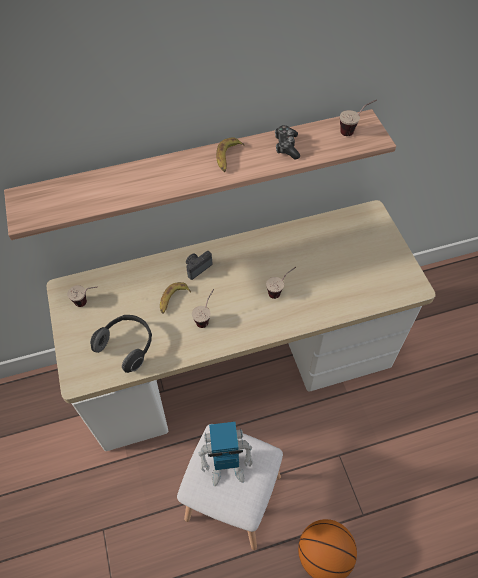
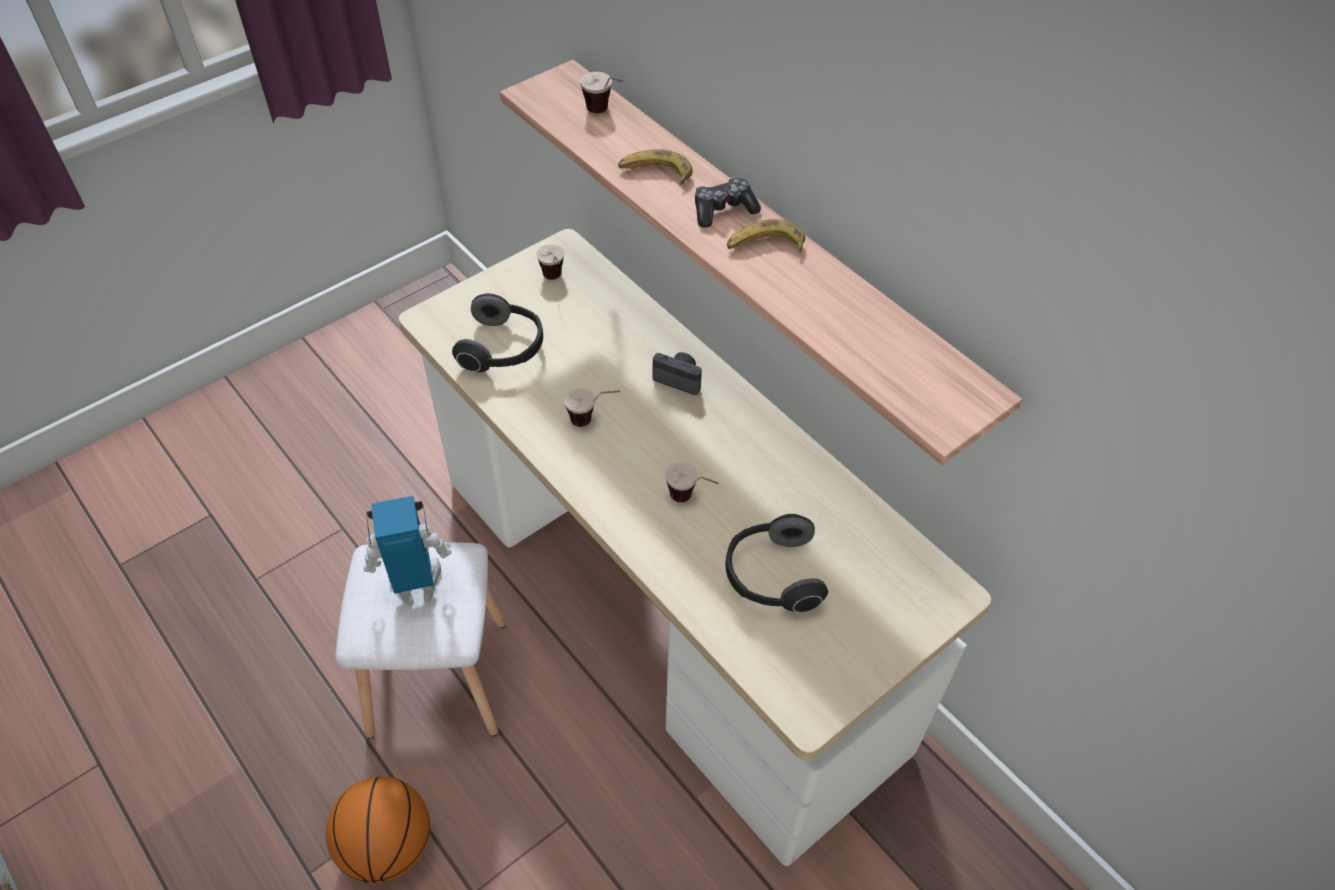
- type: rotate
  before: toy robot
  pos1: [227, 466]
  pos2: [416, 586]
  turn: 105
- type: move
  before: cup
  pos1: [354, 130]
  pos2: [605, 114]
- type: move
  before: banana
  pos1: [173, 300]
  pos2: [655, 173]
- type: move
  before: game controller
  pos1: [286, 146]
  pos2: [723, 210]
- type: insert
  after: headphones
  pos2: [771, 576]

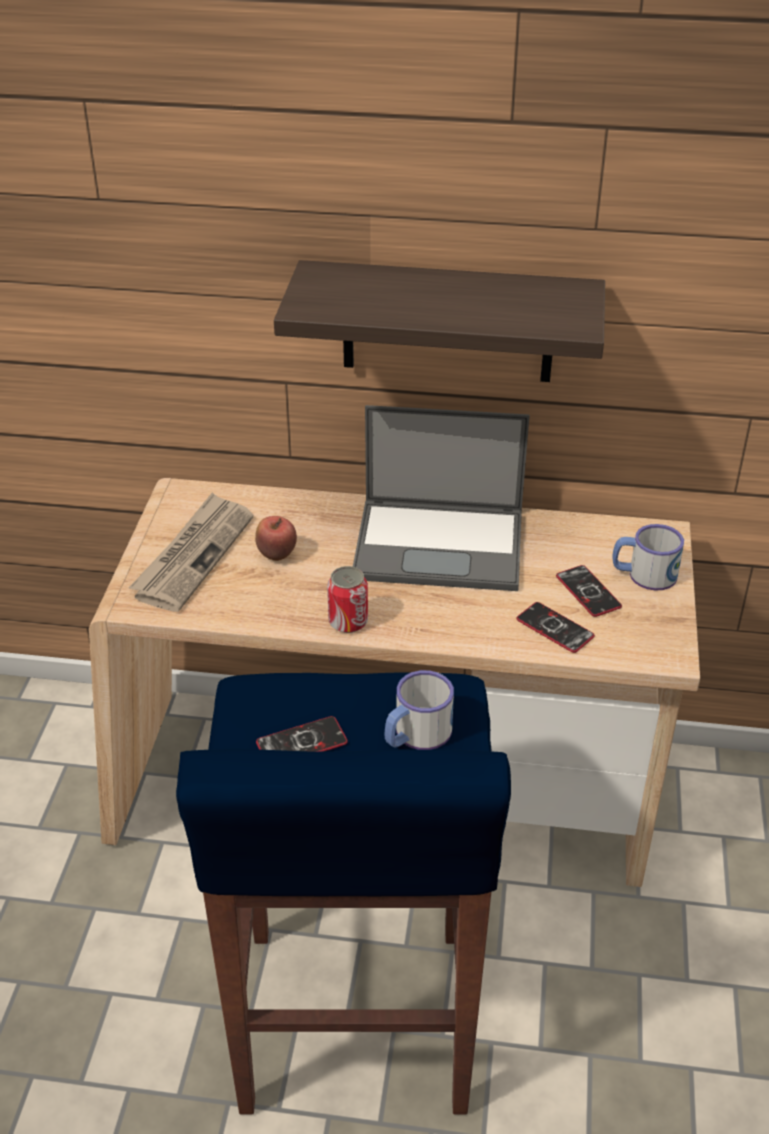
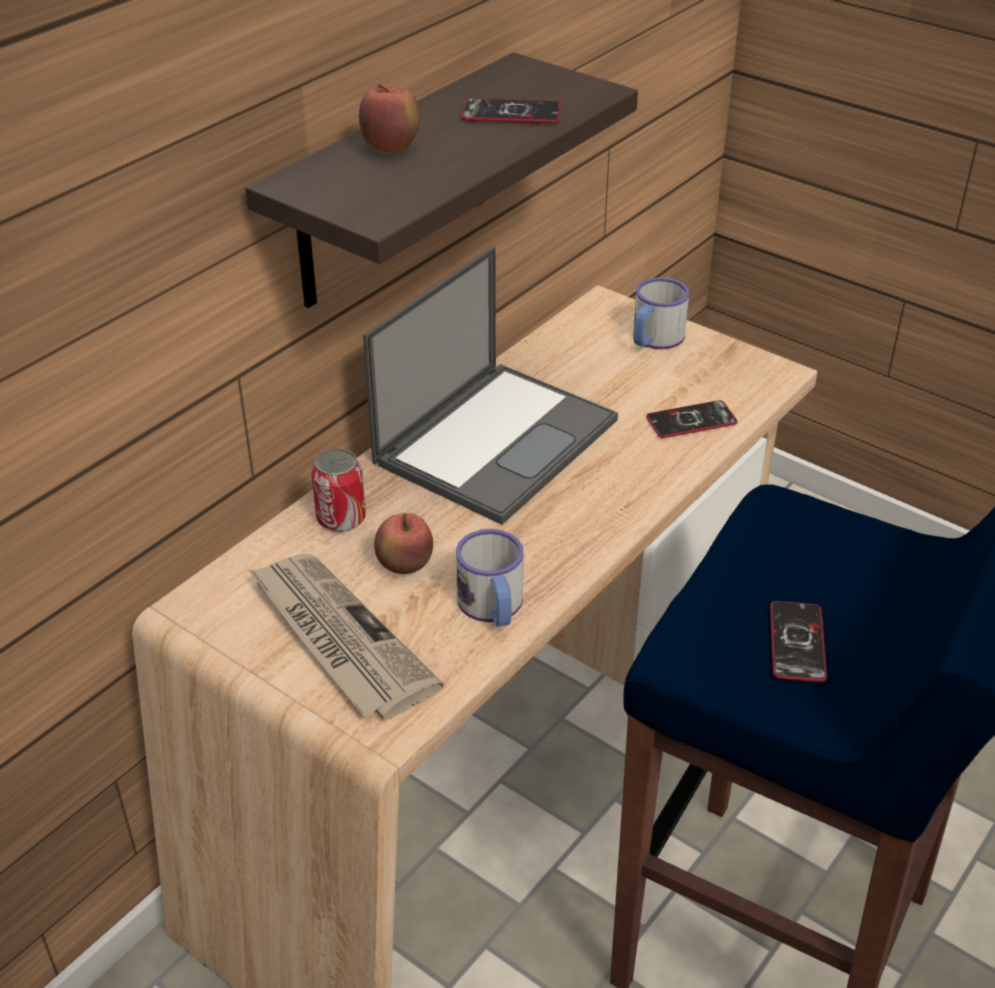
- type: move
  before: can
  pos1: [348, 622]
  pos2: [341, 518]
- type: insert
  after: apple
  pos2: [391, 150]
- type: move
  before: mug
  pos1: [416, 735]
  pos2: [493, 607]
- type: move
  before: phone
  pos1: [588, 592]
  pos2: [511, 113]

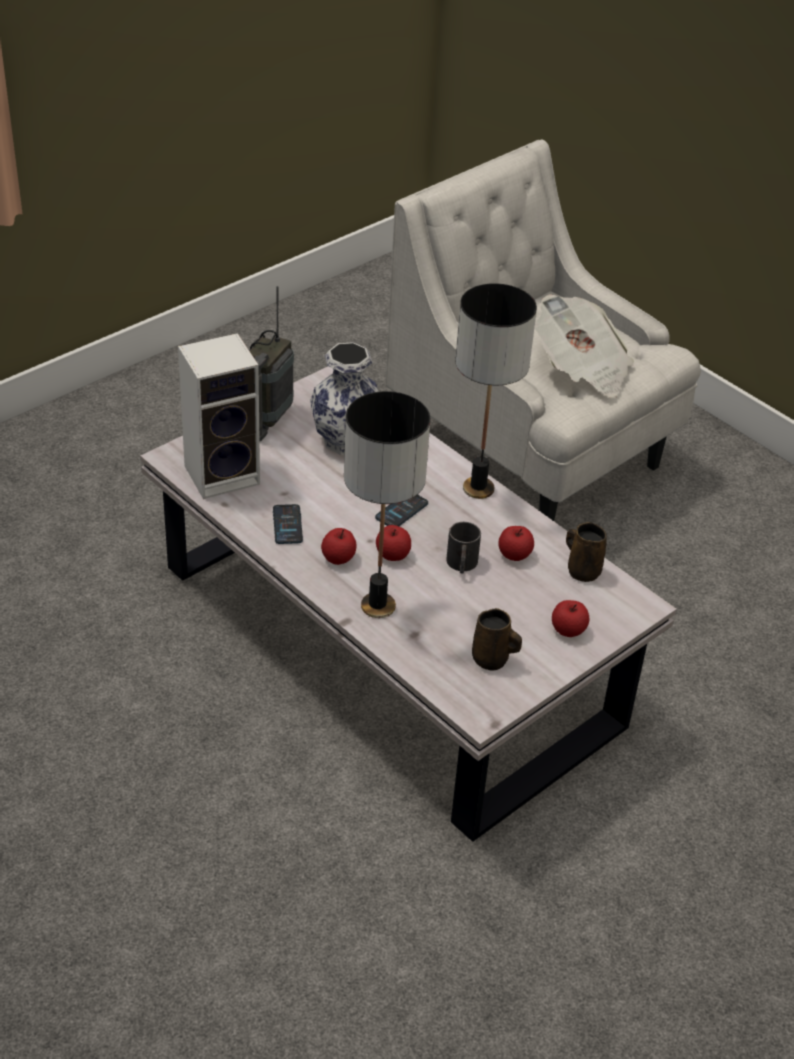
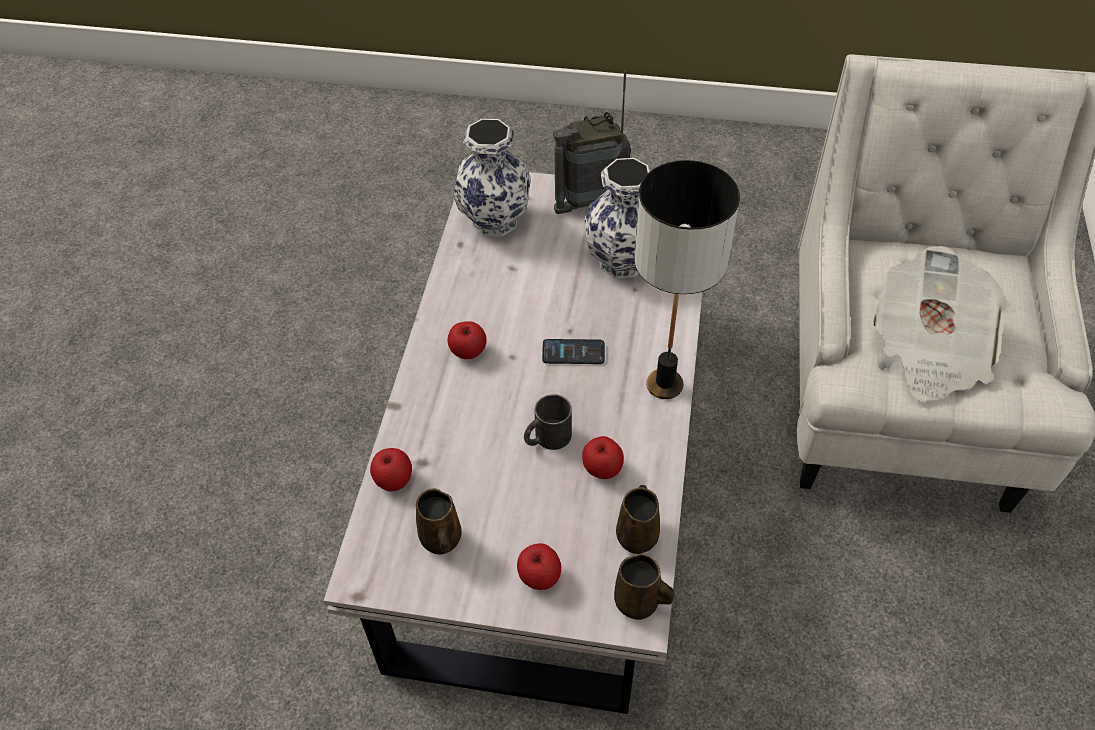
- type: move
  before: apple
  pos1: [392, 555]
  pos2: [393, 480]
- type: replace
  before: speaker
  after: vase
  pos1: [224, 473]
  pos2: [496, 220]
- type: insert
  after: brown mug
  pos2: [639, 603]
- type: delete
  before: phone
  pos1: [287, 525]
- type: delete
  before: table lamp
  pos1: [377, 605]

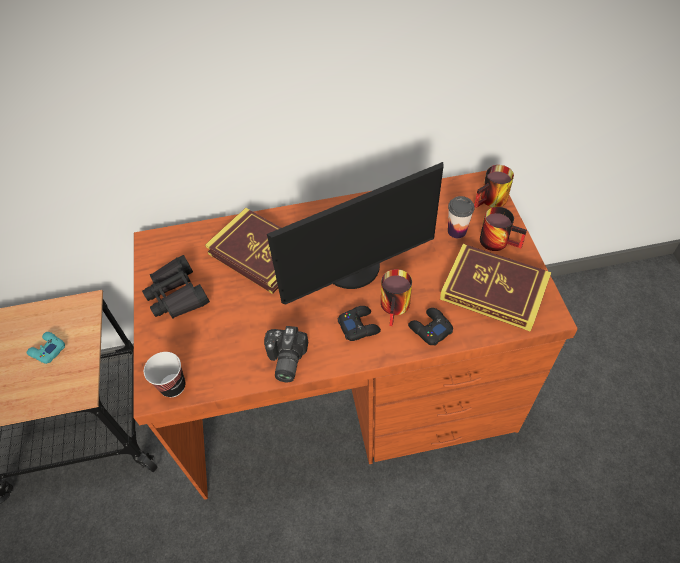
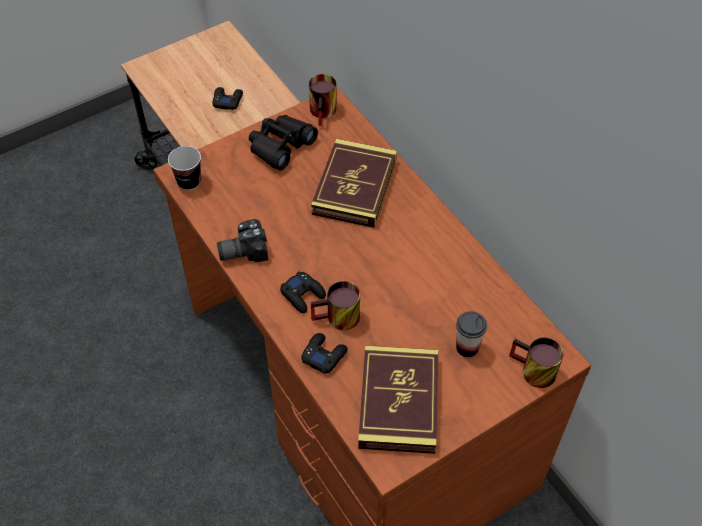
- type: recolor
  before: turquoise game controller
  after: black game controller
  pos1: [47, 350]
  pos2: [227, 101]
- type: move
  before: mug
  pos1: [499, 240]
  pos2: [325, 112]
- type: delete
  before: monitor
  pos1: [355, 270]

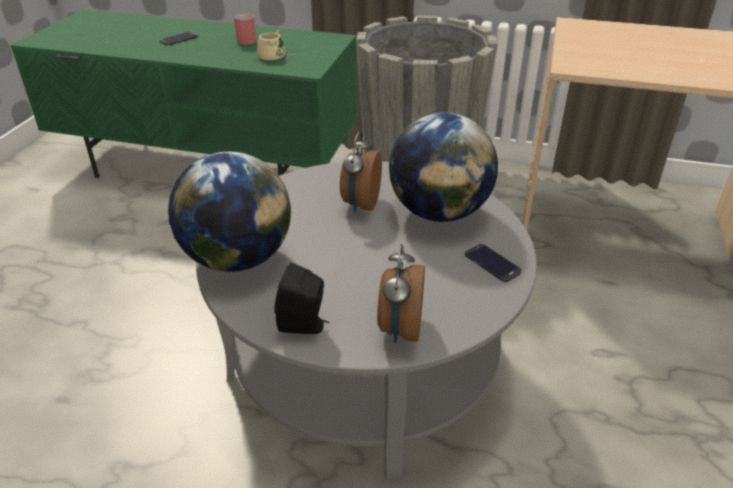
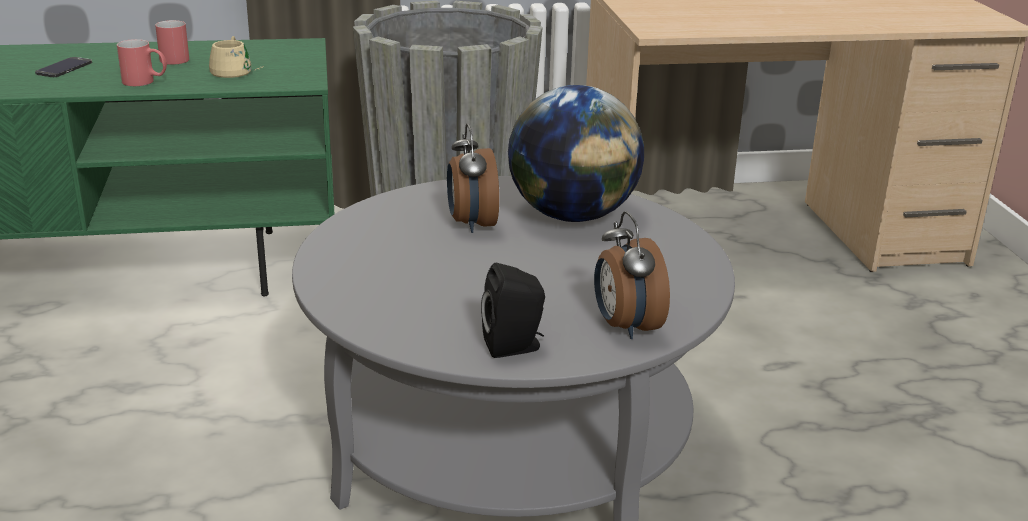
- type: insert
  after: red mug
  pos2: [145, 82]
- type: delete
  before: globe
  pos1: [237, 258]
- type: delete
  before: phone
  pos1: [492, 263]

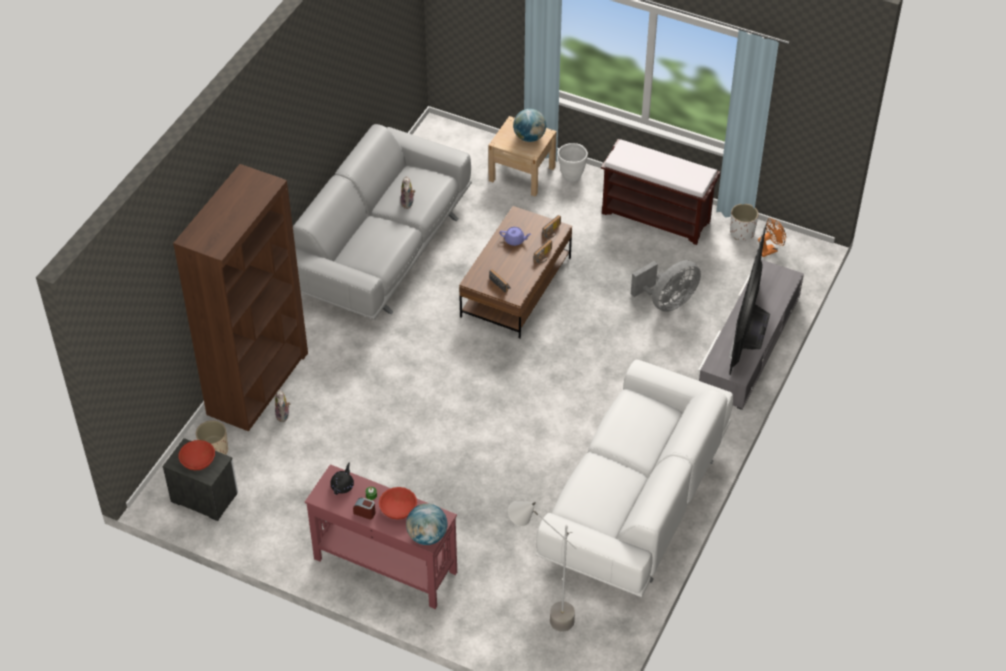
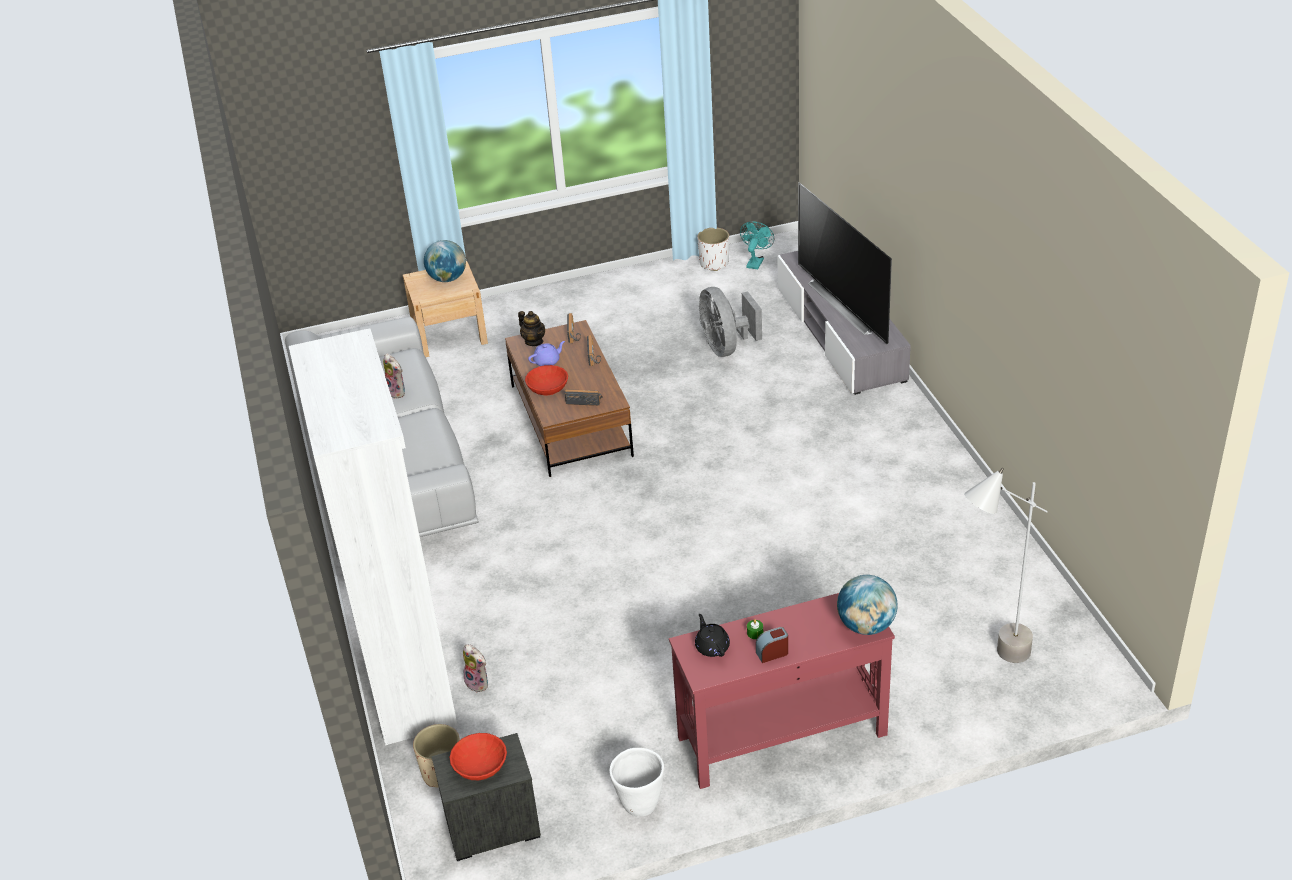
- type: recolor
  before: brown bookcase
  after: white bookcase
  pos1: [258, 383]
  pos2: [407, 673]
- type: insert
  after: teapot
  pos2: [534, 341]
- type: move
  before: red bowl
  pos1: [398, 508]
  pos2: [547, 387]
- type: move
  before: white planter
  pos1: [571, 176]
  pos2: [640, 805]
- type: rotate
  before: grey fan
  pos1: [667, 302]
  pos2: [726, 347]
  turn: 150
- type: recolor
  before: orange fan
  after: turquoise fan
  pos1: [769, 250]
  pos2: [755, 261]
- type: delete
  before: white sofa
  pos1: [634, 502]
- type: delete
  before: brown bench
  pos1: [657, 217]

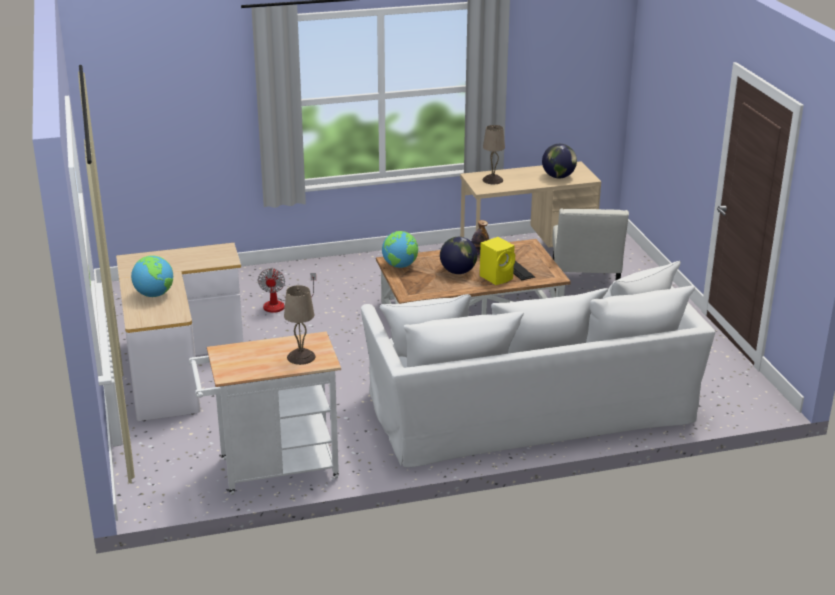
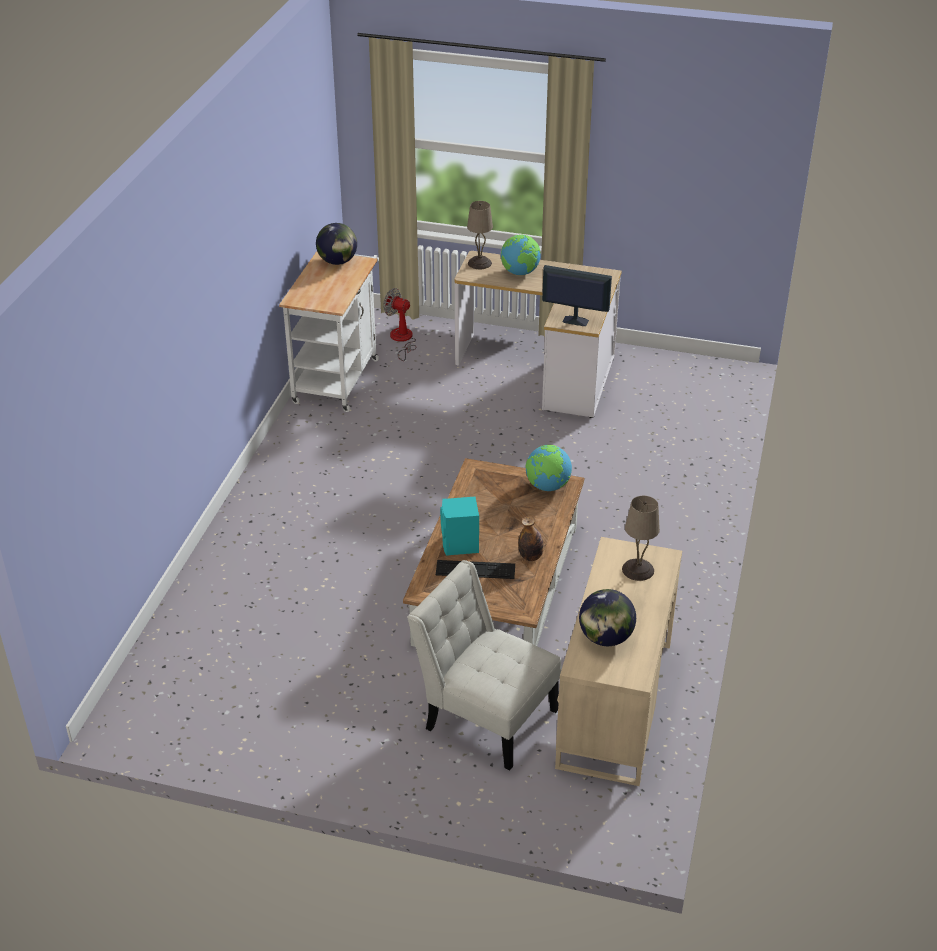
- type: move
  before: globe
  pos1: [458, 272]
  pos2: [337, 262]
- type: move
  before: fan
  pos1: [281, 304]
  pos2: [402, 340]
- type: recolor
  before: yellow speaker
  after: turquoise speaker
  pos1: [497, 277]
  pos2: [460, 545]
- type: move
  before: beige table lamp
  pos1: [301, 357]
  pos2: [479, 263]
- type: insert
  after: monitor
  pos2: [574, 321]
- type: delete
  before: white sofa
  pos1: [529, 405]

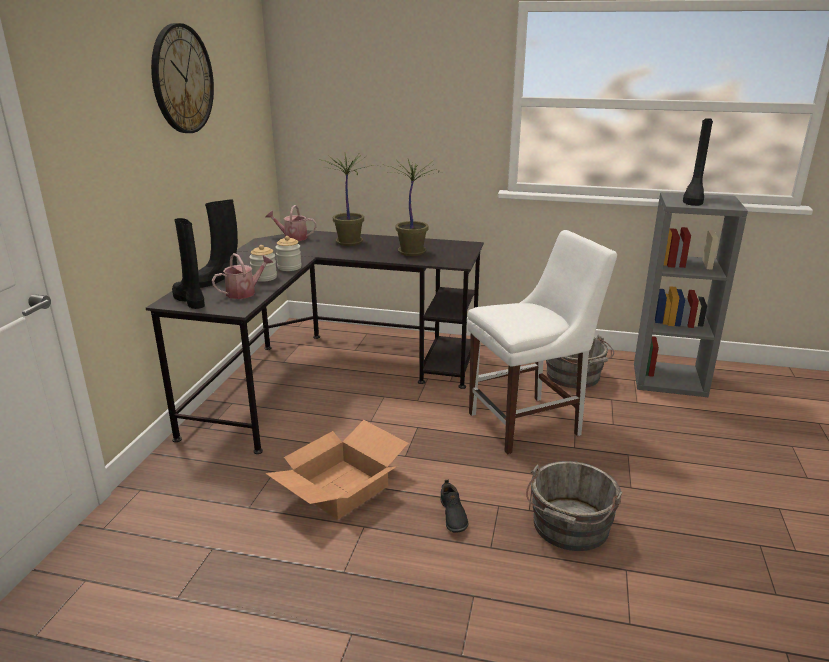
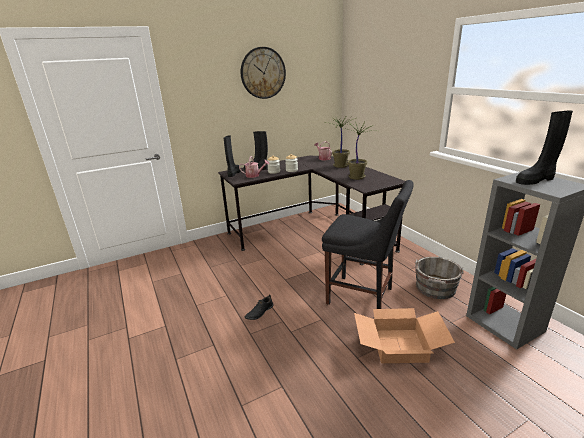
- type: recolor
  before: white chair
  after: black chair
  pos1: [529, 423]
  pos2: [363, 297]
- type: move
  before: cardboard box
  pos1: [341, 489]
  pos2: [398, 346]
- type: delete
  before: grey bucket
  pos1: [569, 528]

